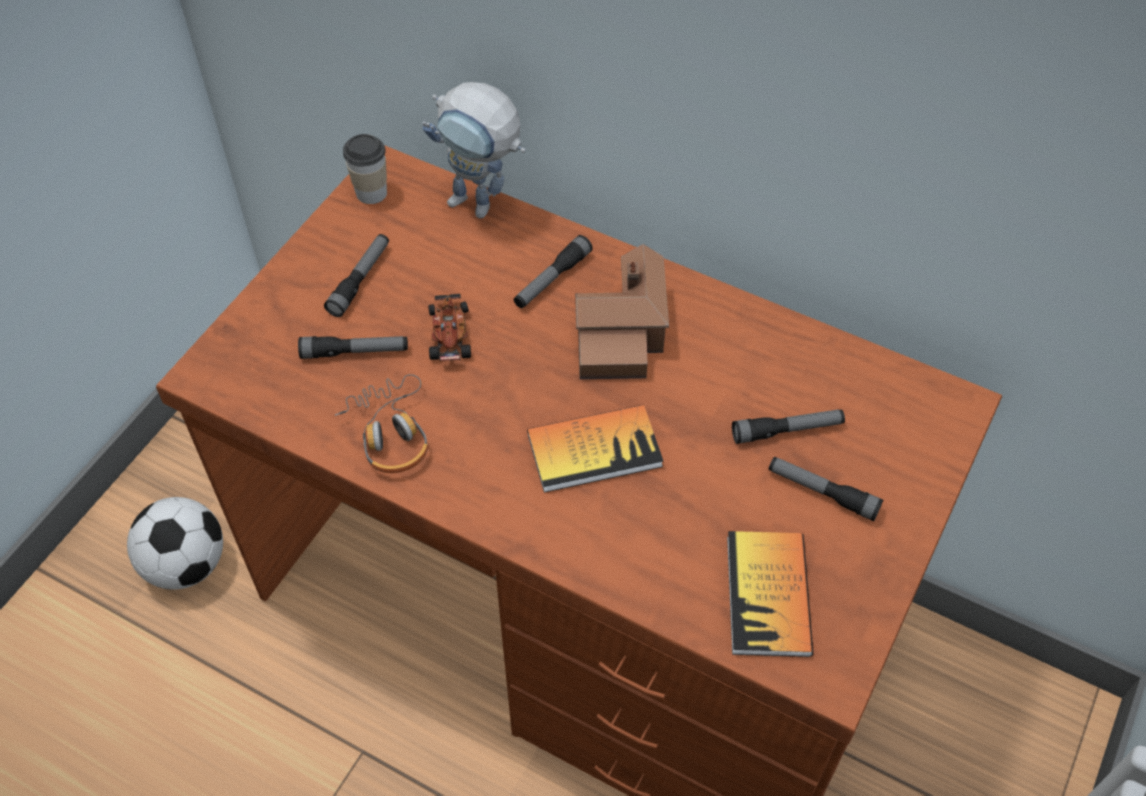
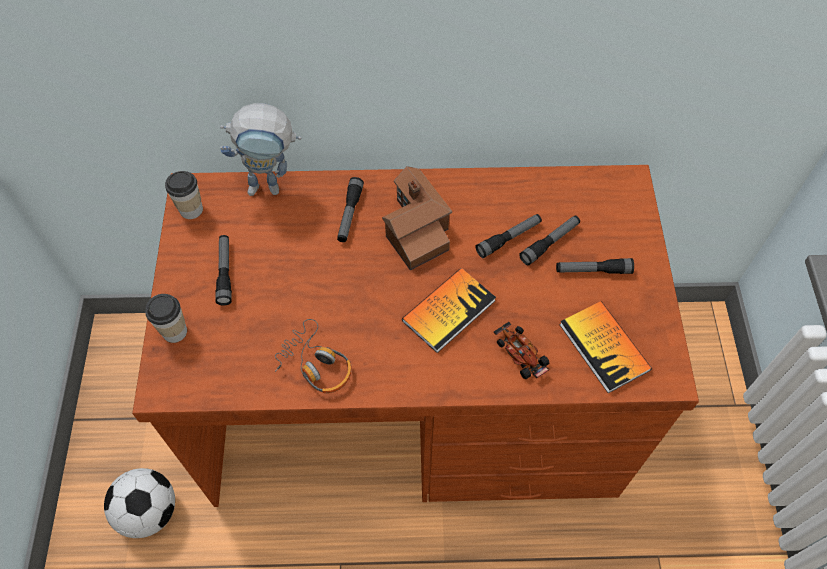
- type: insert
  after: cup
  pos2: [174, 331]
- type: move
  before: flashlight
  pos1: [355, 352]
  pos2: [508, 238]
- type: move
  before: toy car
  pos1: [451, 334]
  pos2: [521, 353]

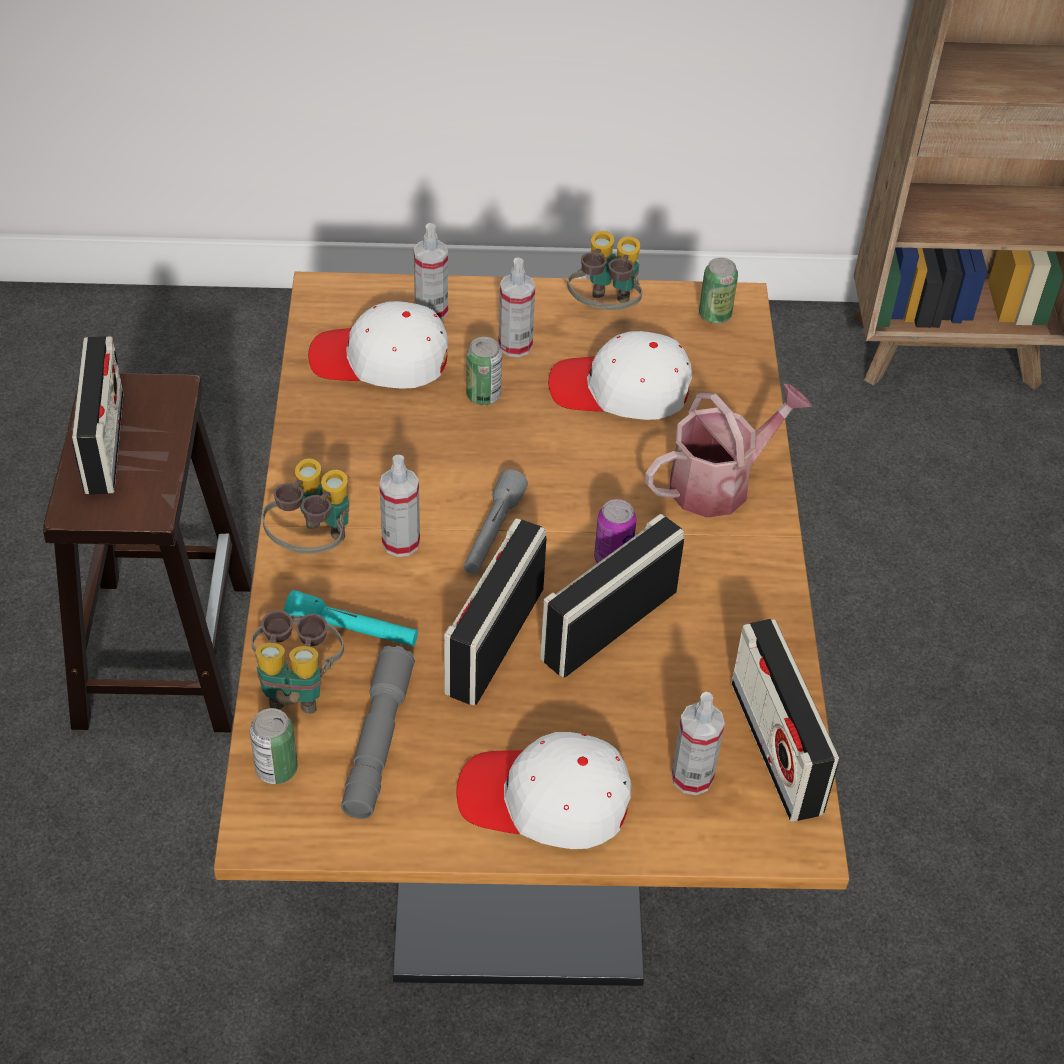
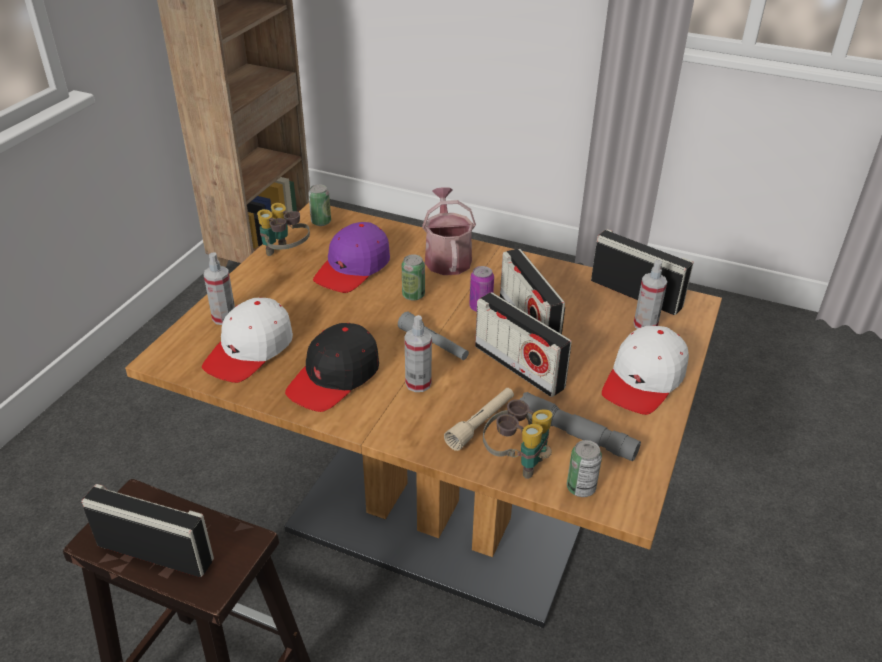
- type: insert
  after: black cap
  pos2: [334, 377]
- type: recolor
  before: white cap
  after: purple cap
  pos1: [620, 390]
  pos2: [353, 268]
- type: move
  before: can
  pos1: [483, 395]
  pos2: [413, 295]
- type: recolor
  before: turquoise flashlight
  after: beige flashlight
  pos1: [352, 631]
  pos2: [481, 424]
- type: rotate
  before: radio
  pos1: [775, 748]
  pos2: [635, 294]
  turn: -150
- type: delete
  before: binoculars
  pos1: [313, 546]
- type: delete
  before: spray bottle
  pos1: [515, 345]

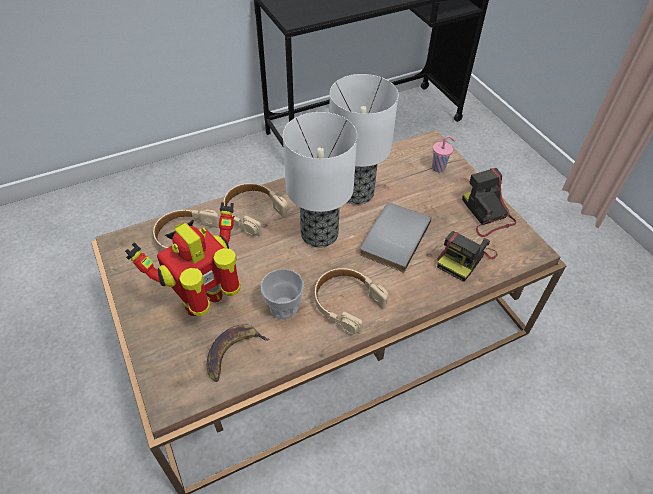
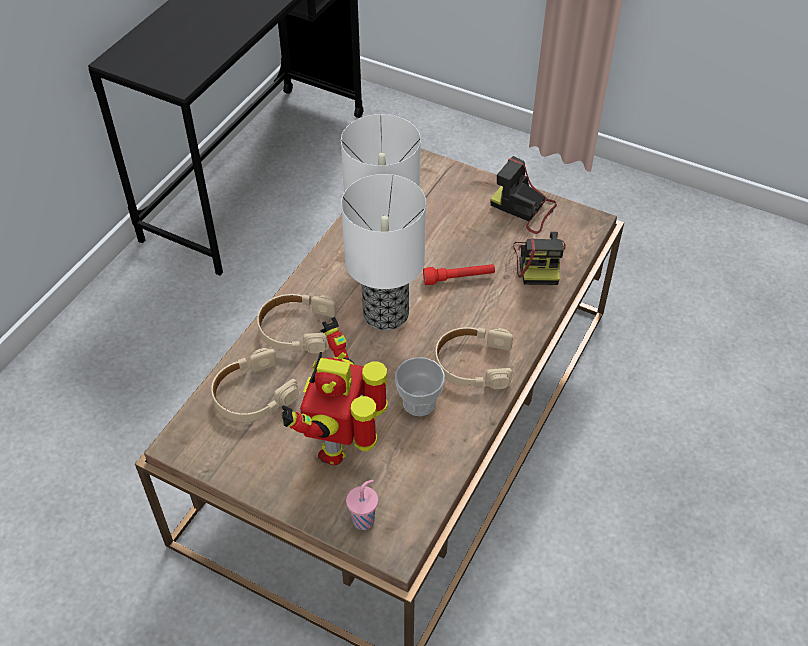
- type: move
  before: pink cup
  pos1: [439, 168]
  pos2: [364, 519]
- type: replace
  before: grey book
  after: red flashlight
  pos1: [392, 237]
  pos2: [459, 278]
- type: delete
  before: banana
  pos1: [233, 352]

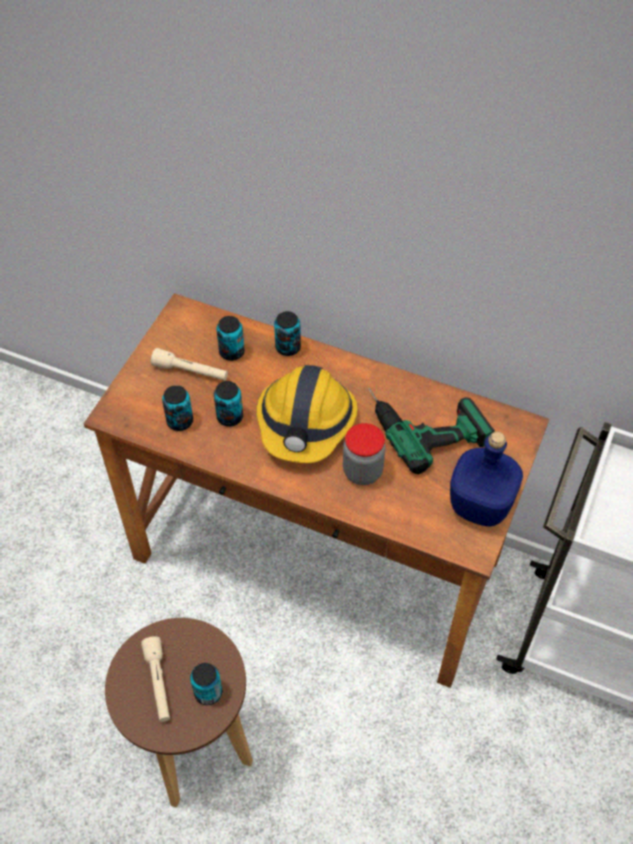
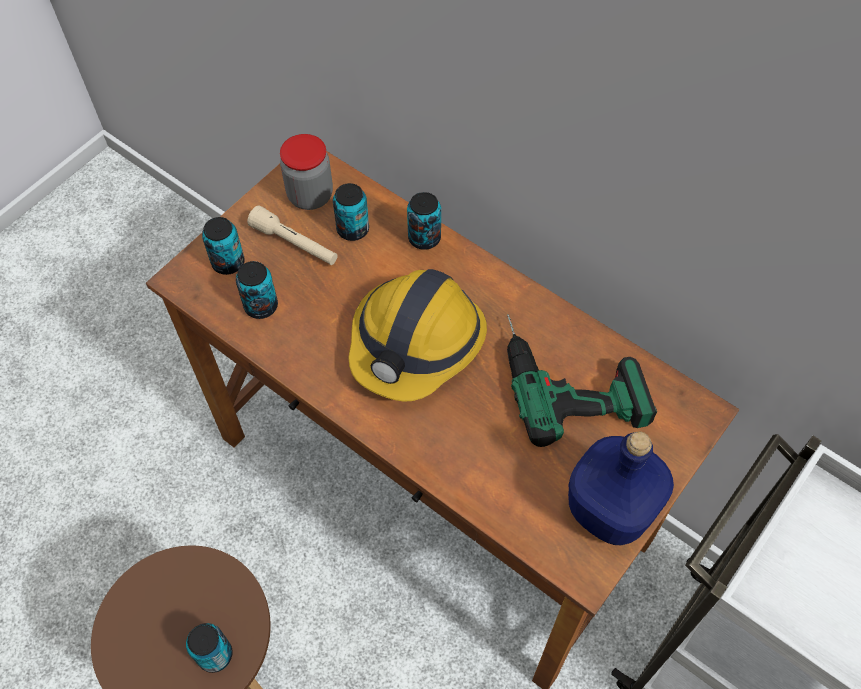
- type: move
  before: can
  pos1: [230, 417]
  pos2: [228, 262]
- type: move
  before: jar
  pos1: [362, 471]
  pos2: [310, 196]
- type: delete
  before: beige flashlight
  pos1: [158, 683]

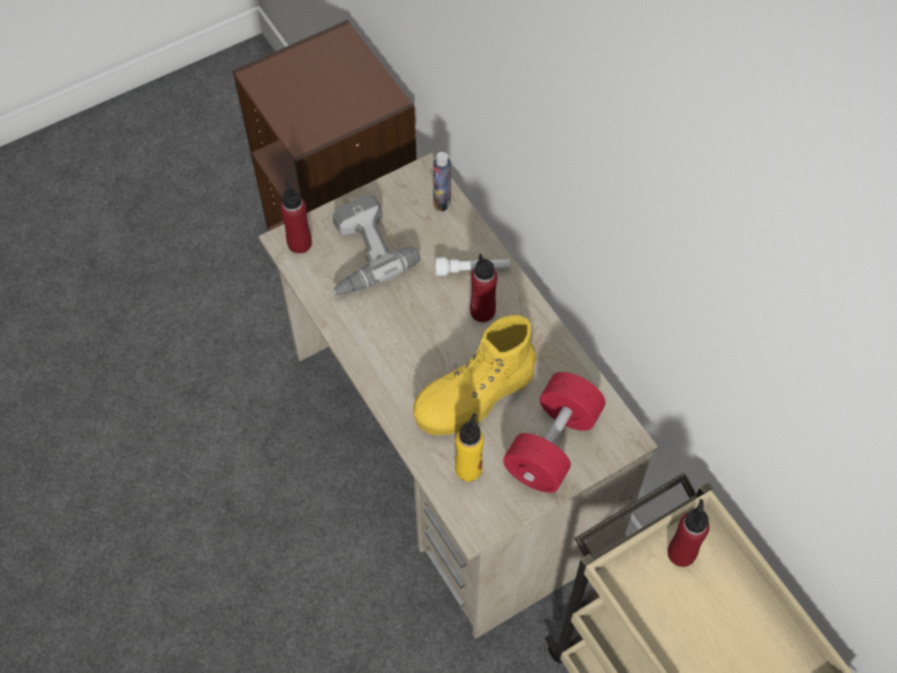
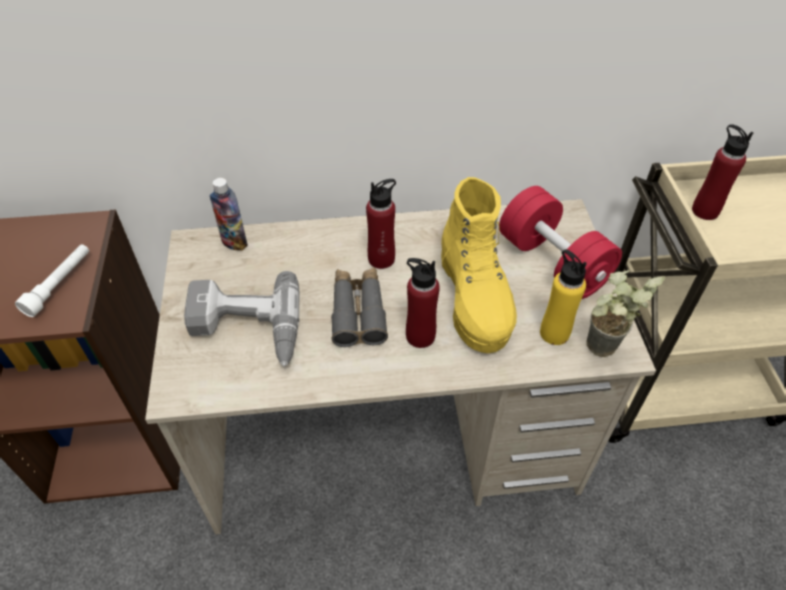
- type: move
  before: white flashlight
  pos1: [472, 270]
  pos2: [60, 285]
- type: insert
  after: grey binoculars
  pos2: [358, 312]
- type: move
  before: red bottle
  pos1: [299, 243]
  pos2: [420, 336]
- type: insert
  after: potted plant
  pos2: [599, 353]

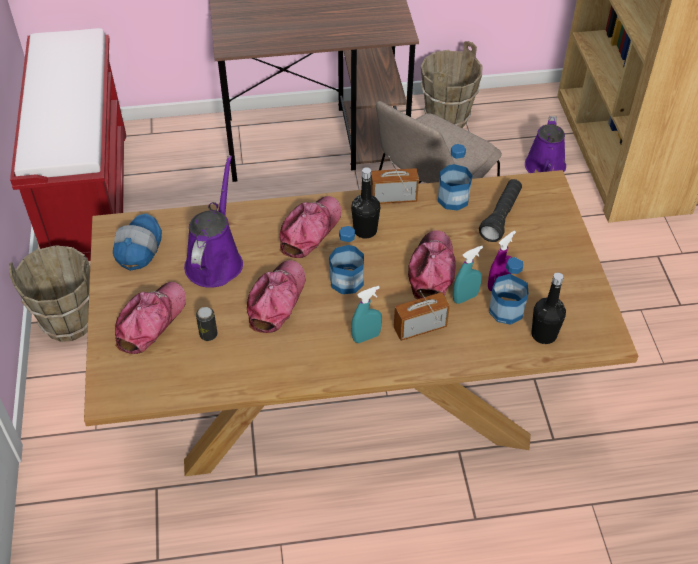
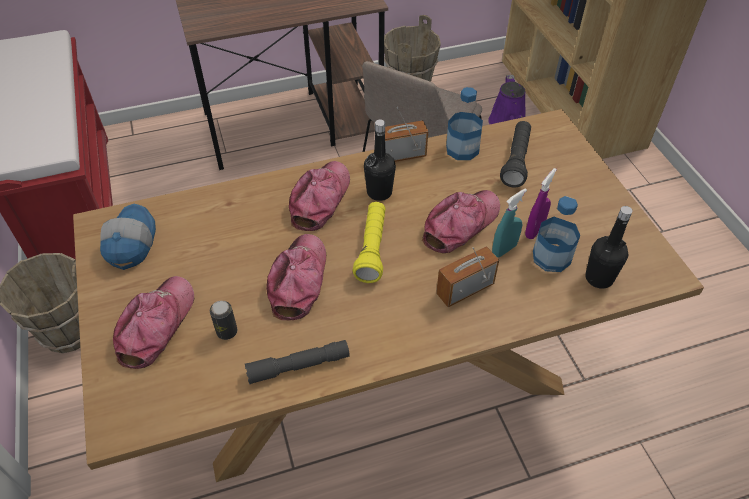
- type: insert
  after: grey flashlight
  pos2: [298, 366]
- type: replace
  before: bottle
  after: yellow flashlight
  pos1: [346, 281]
  pos2: [372, 249]
- type: rotate
  before: cap
  pos1: [431, 270]
  pos2: [460, 224]
  turn: 45
- type: delete
  before: purple watering can
  pos1: [215, 260]
- type: delete
  before: turquoise spray bottle
  pos1: [366, 337]

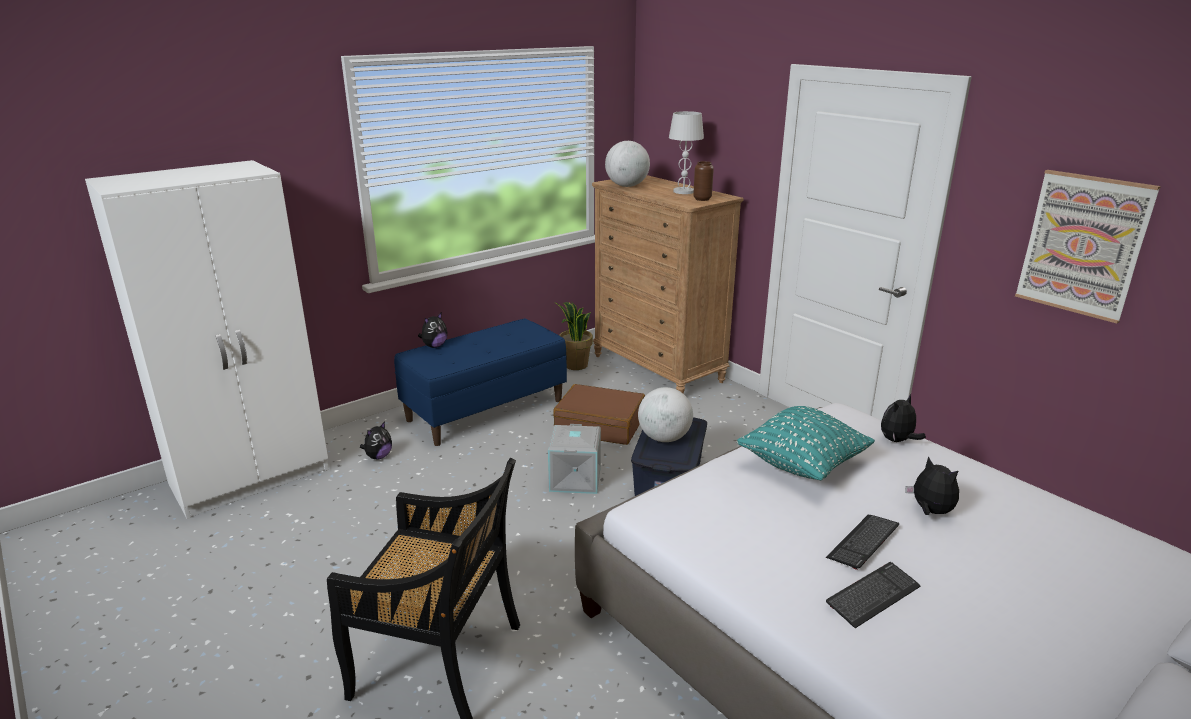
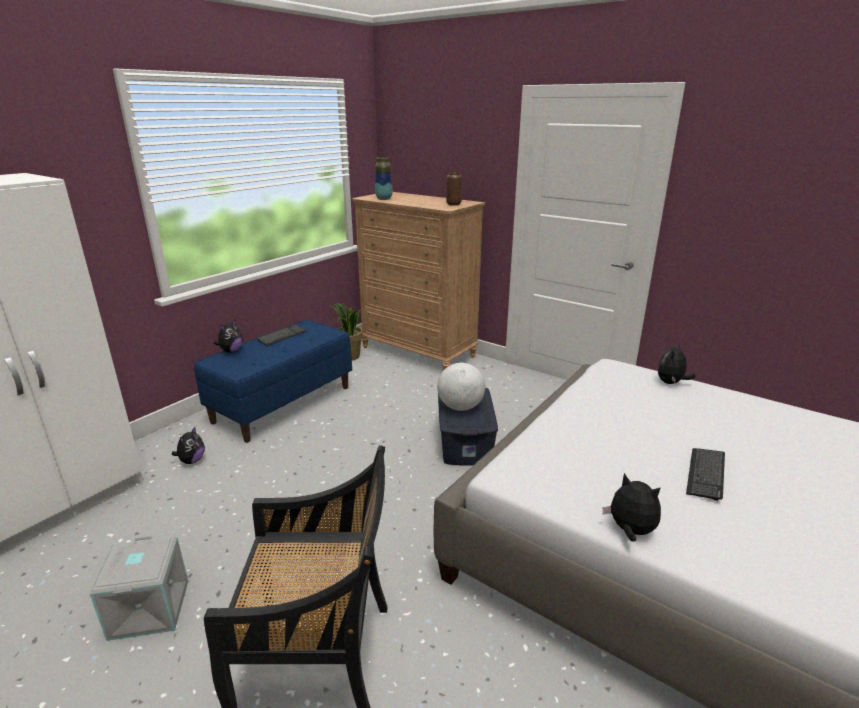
- type: move
  before: grey storage box
  pos1: [576, 479]
  pos2: [151, 609]
- type: move
  before: keyboard
  pos1: [873, 596]
  pos2: [282, 336]
- type: replace
  before: globe
  after: vase
  pos1: [627, 186]
  pos2: [384, 199]
- type: move
  before: plush toy
  pos1: [930, 511]
  pos2: [630, 531]
- type: delete
  before: brown suitcase
  pos1: [600, 425]
- type: delete
  before: white table lamp
  pos1: [683, 191]
- type: delete
  before: turquoise pillow
  pos1: [802, 465]
- type: delete
  before: picture
  pos1: [1083, 245]

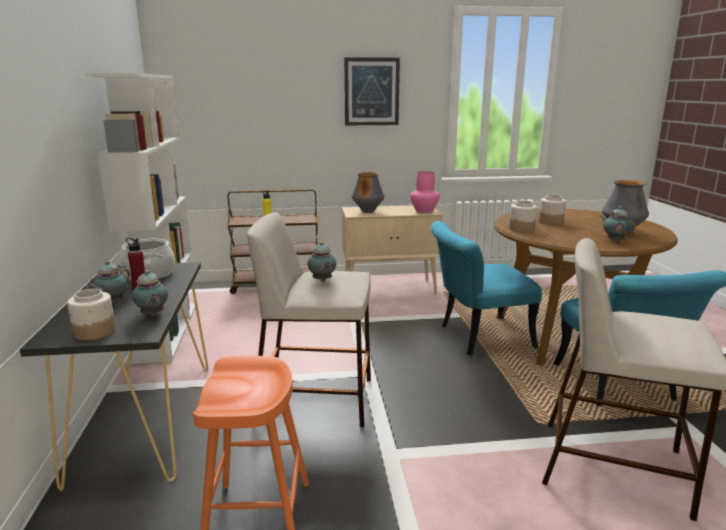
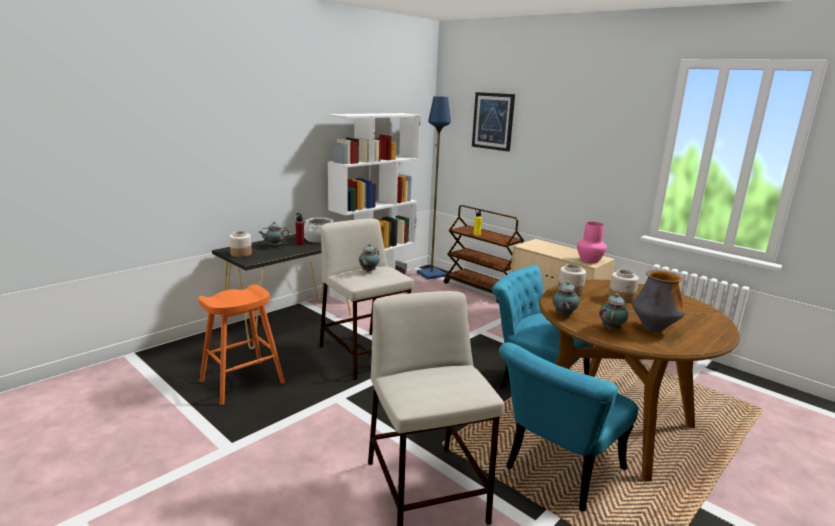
- type: insert
  after: blue floor lamp
  pos2: [431, 274]
- type: move
  before: picture
  pos1: [371, 91]
  pos2: [493, 121]
- type: move
  before: teapot
  pos1: [152, 315]
  pos2: [563, 316]
- type: delete
  before: vase
  pos1: [368, 211]

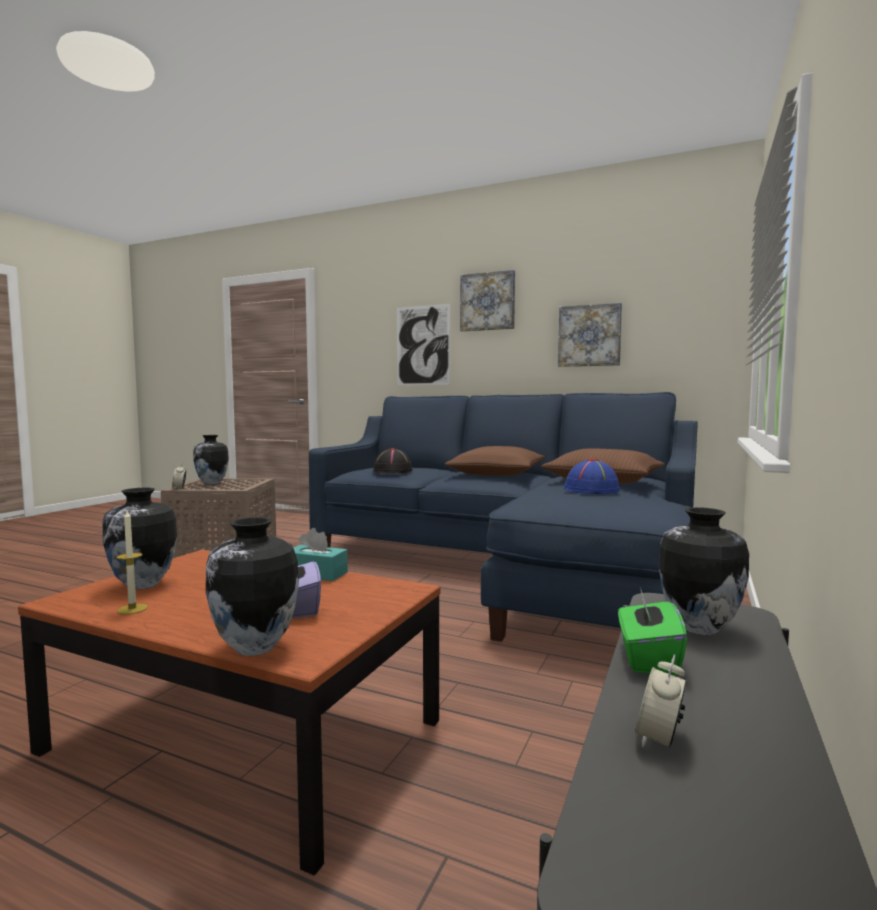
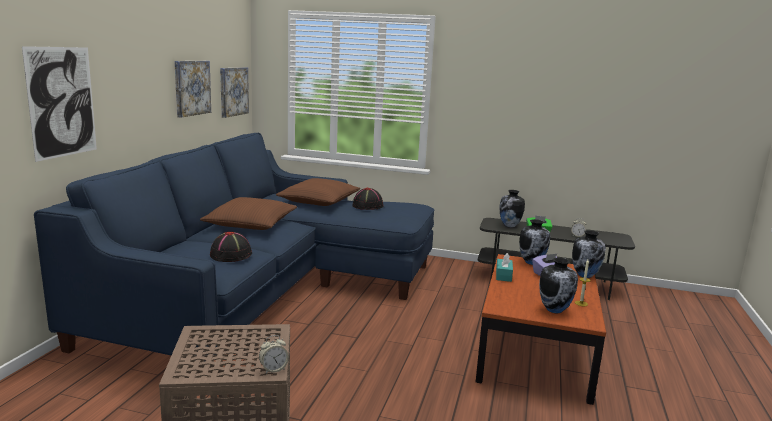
- type: move
  before: picture
  pos1: [487, 301]
  pos2: [233, 91]
- type: recolor
  before: blue hat
  after: black hat
  pos1: [592, 490]
  pos2: [368, 206]
- type: move
  before: vase
  pos1: [211, 483]
  pos2: [532, 262]

